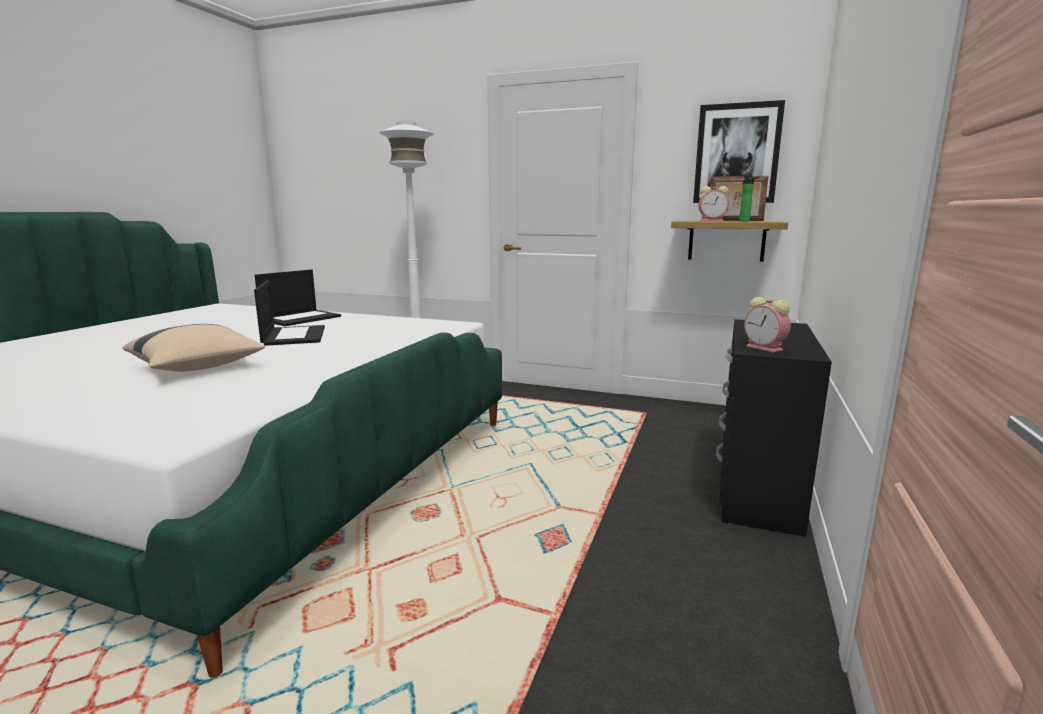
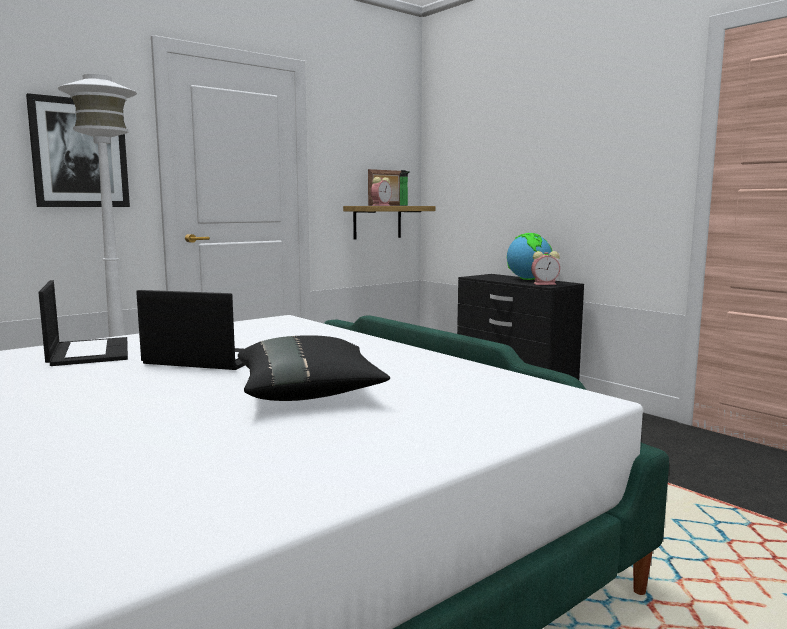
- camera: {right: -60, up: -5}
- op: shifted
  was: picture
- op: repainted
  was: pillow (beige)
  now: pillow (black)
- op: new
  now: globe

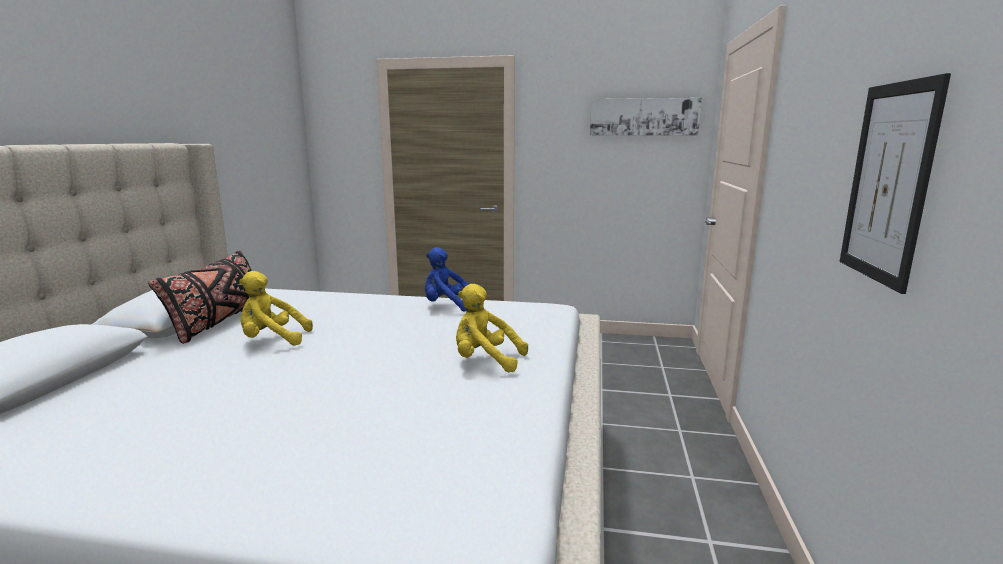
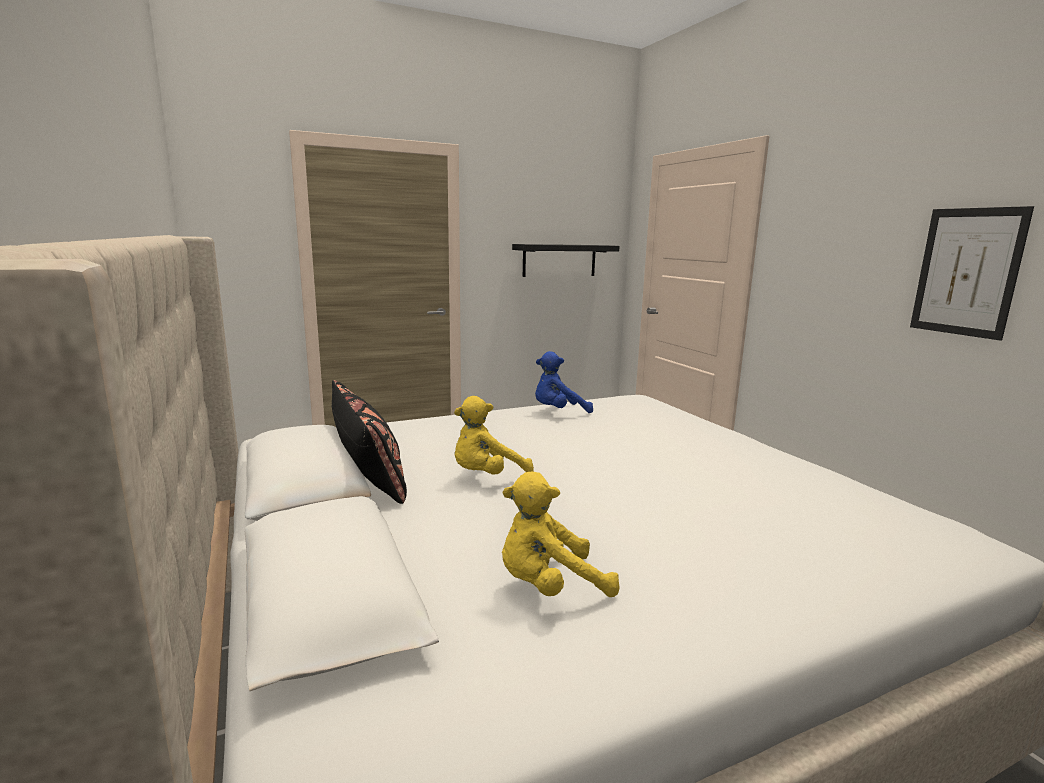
- camera: {right: -35, up: 0}
- op: shifted
  was: plush toy (yellow) (no. 2 from left)
- op: new
  now: shelf (black)
- op: gone
  was: picture (no. 1 from left)

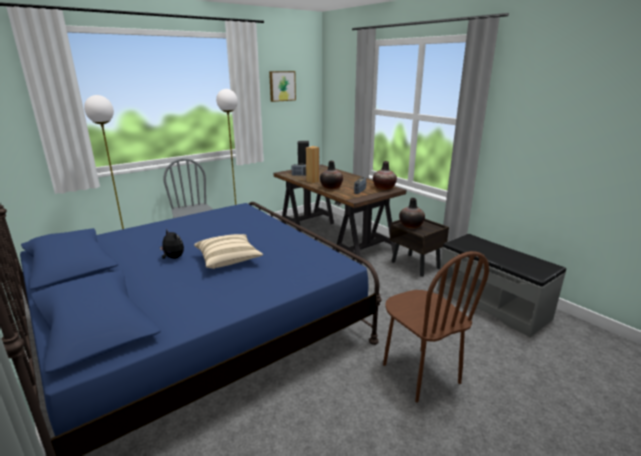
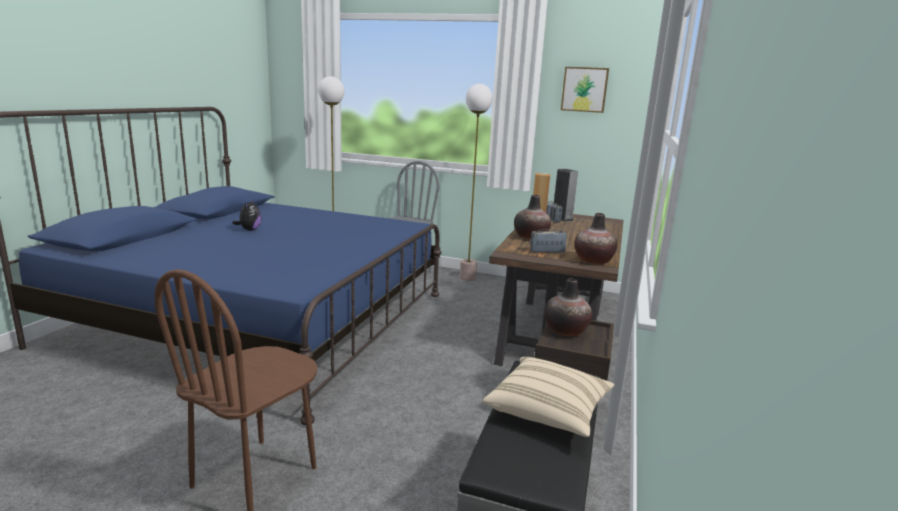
- camera: {right: 55, up: -5}
- op: shifted
  was: pillow (beige)

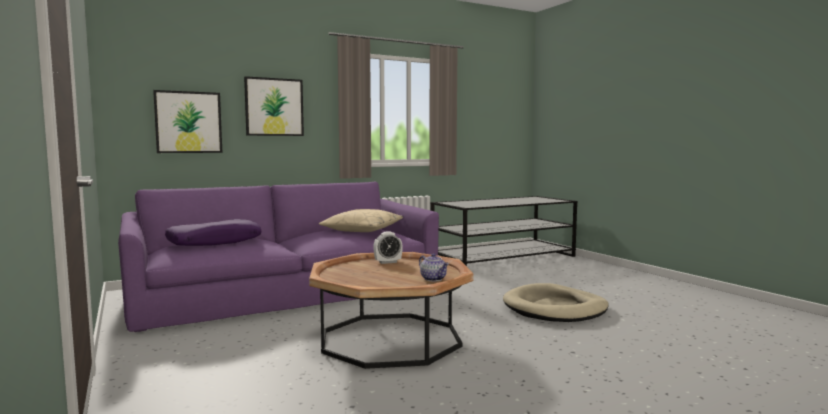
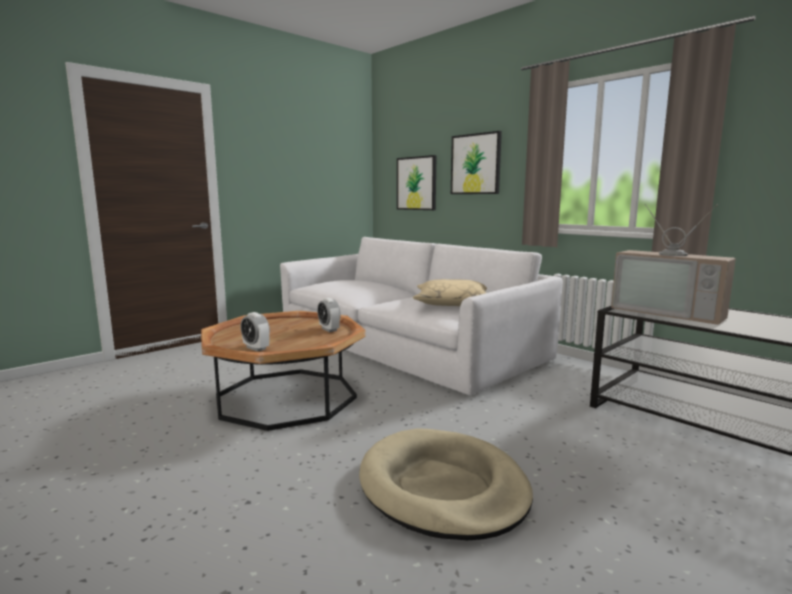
- camera: {right: 75, up: 5}
- op: swapped
  was: teapot
  now: alarm clock (no. 1 from left)
- op: repainted
  was: sofa (purple)
  now: sofa (white)
- op: new
  now: television
- op: gone
  was: pillow (purple)

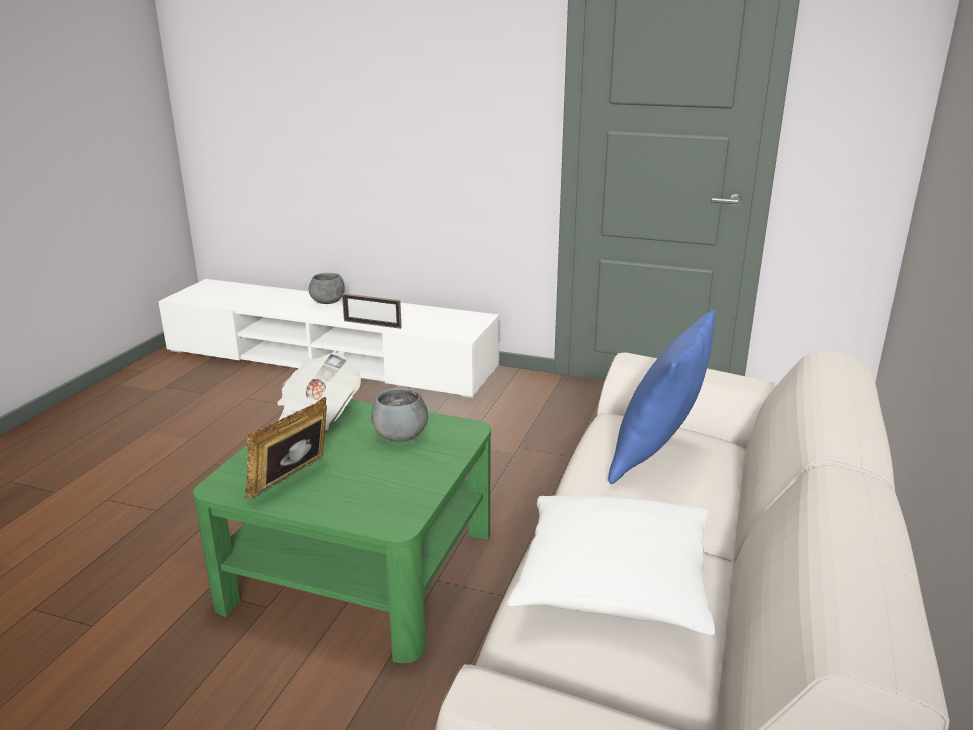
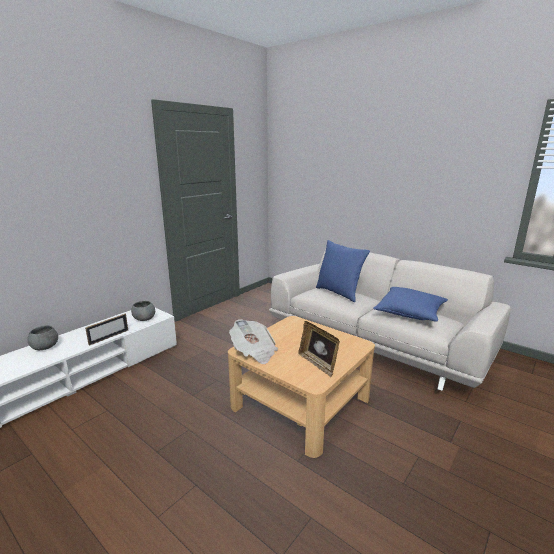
- camera: {right: -70, up: -5}
- op: shifted
  was: bowl (grey) (no. 2 from left)
- op: repainted
  was: coffee table (green)
  now: coffee table (beige)
- op: repainted
  was: pillow (white)
  now: pillow (blue) (no. 2 from left)

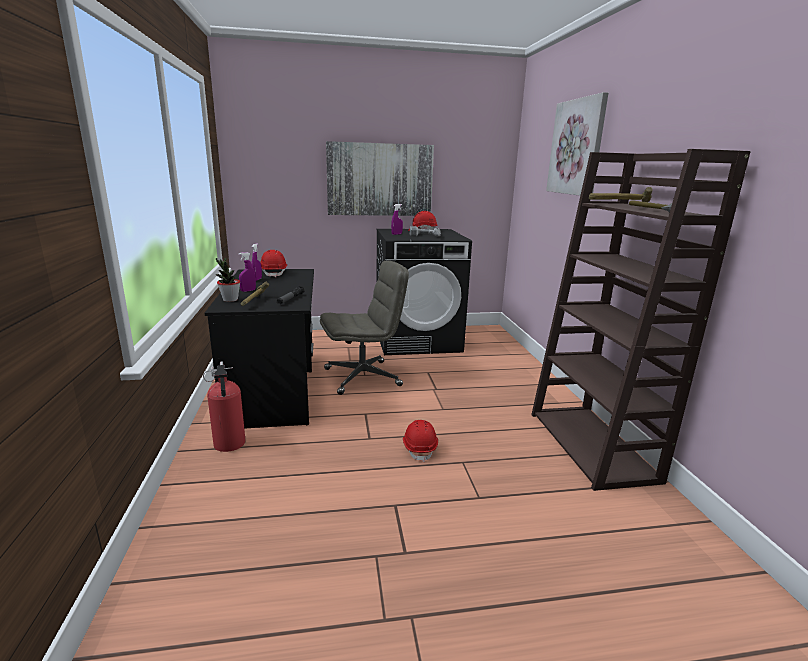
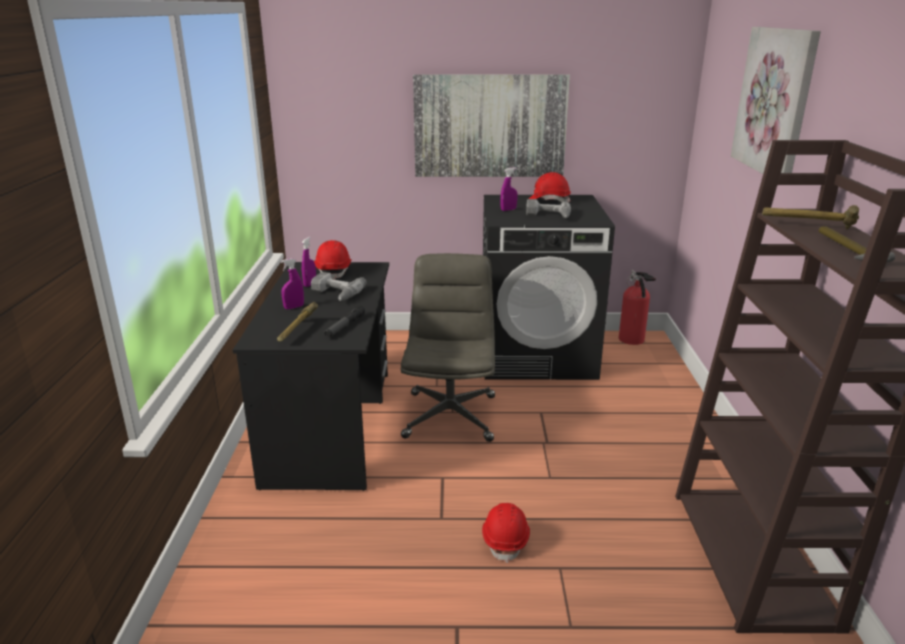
- camera: {right: 10, up: 5}
- op: new
  now: power drill (no. 1 from left)
- op: rotated
  was: office chair (grey)
  clockwise: -75
- op: shifted
  was: fire extinguisher
- op: gone
  was: potted plant

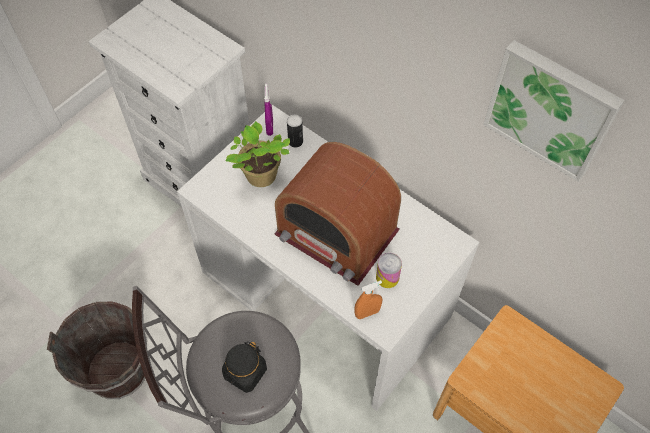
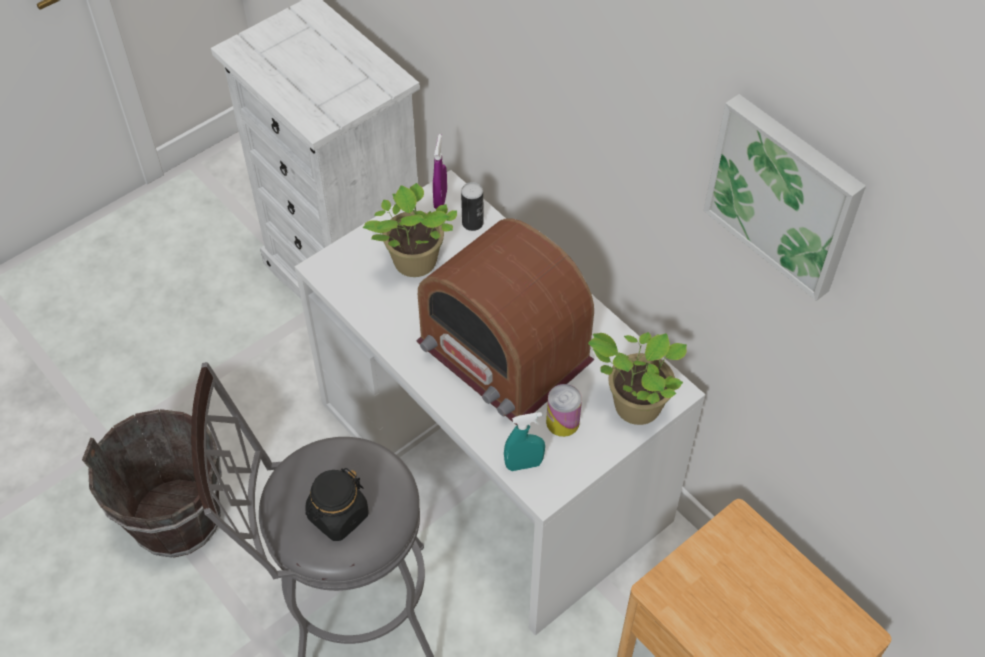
- camera: {right: 10, up: -5}
- op: repainted
  was: spray bottle (orange)
  now: spray bottle (turquoise)
- op: new
  now: potted plant (no. 2 from left)

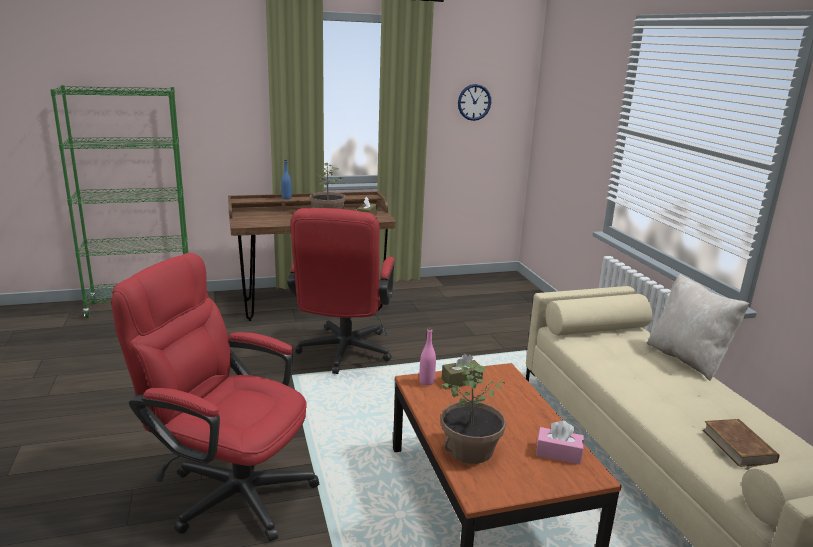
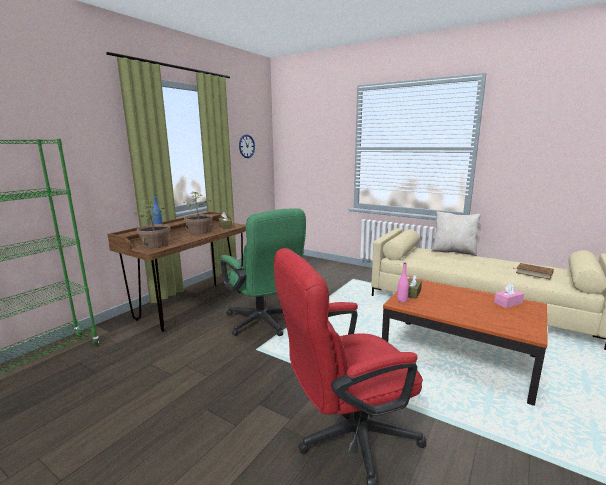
- camera: {right: -40, up: -5}
- op: shifted
  was: potted plant (no. 2 from left in the first image)
  now: potted plant (no. 1 from left)
- op: repainted
  was: office chair (red) (no. 2 from left)
  now: office chair (green)

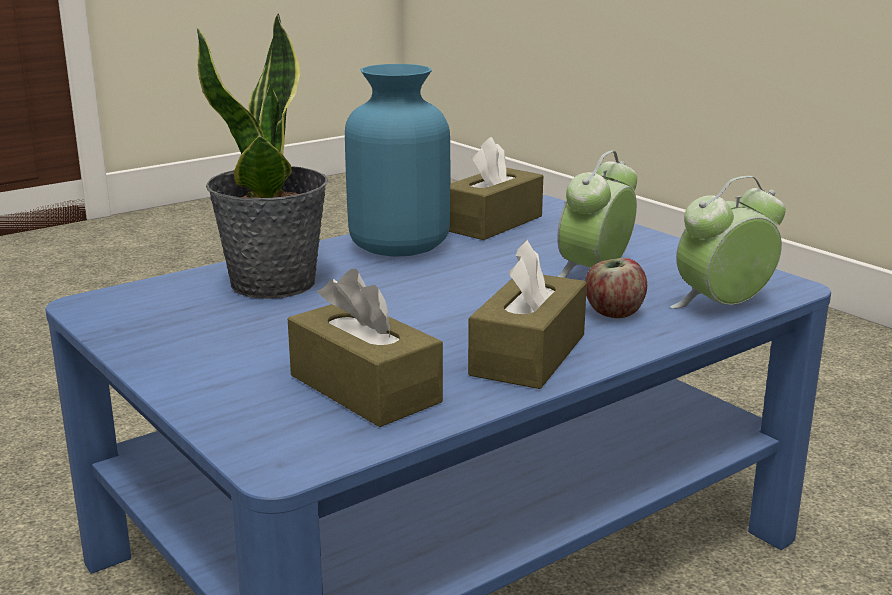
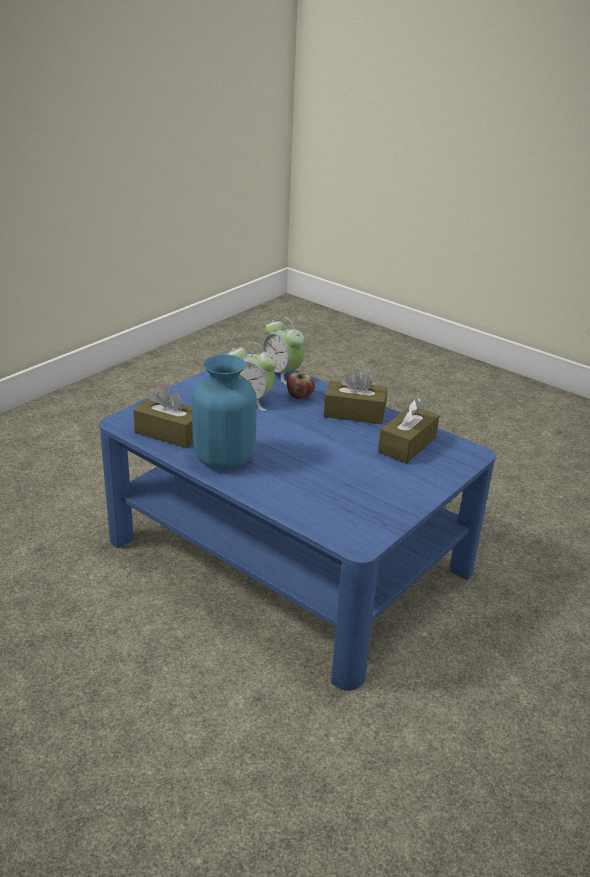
- camera: {right: -105, up: 10}
- op: gone
  was: potted plant

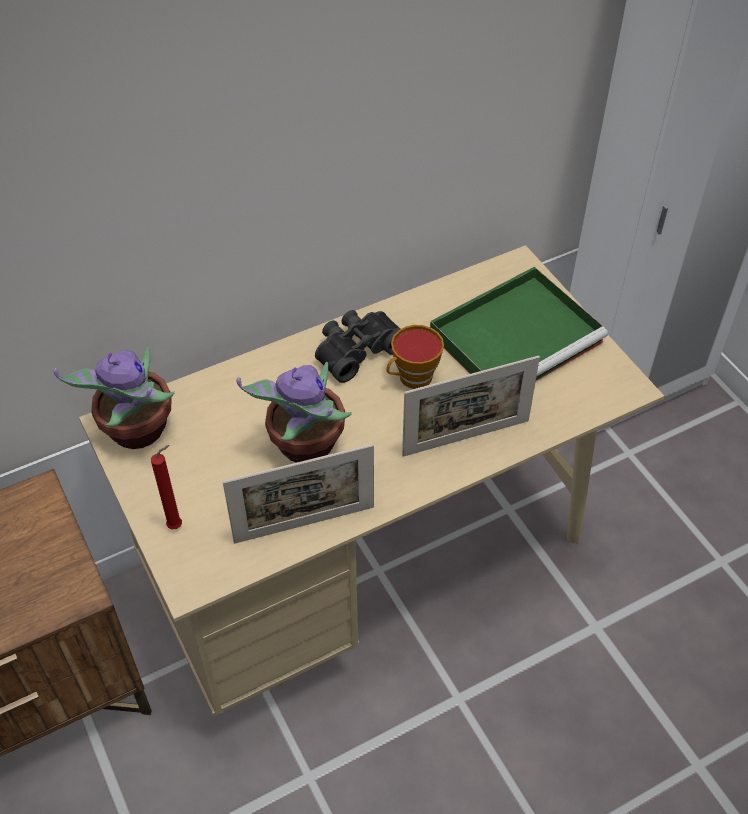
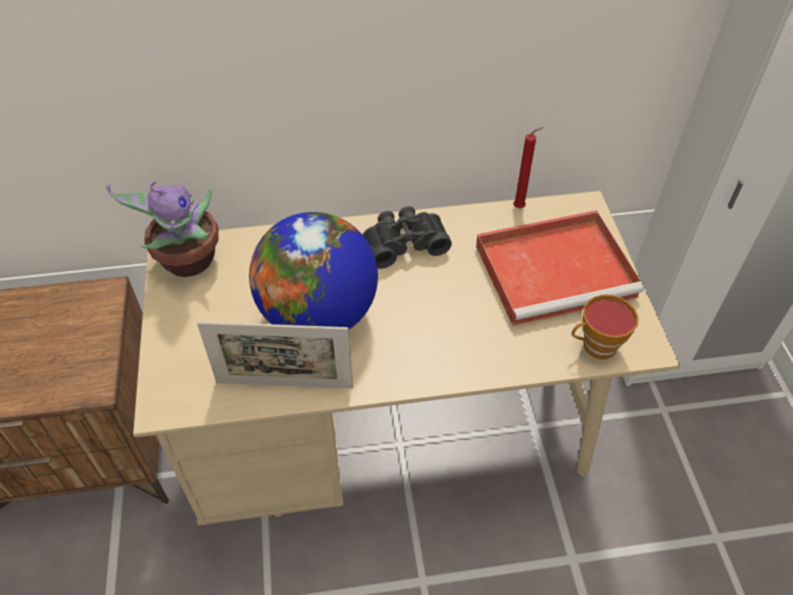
- camera: {right: 20, up: 0}
- op: swapped
  was: potted plant (no. 2 from left)
  now: globe
- op: repainted
  was: tray (green)
  now: tray (red)
- op: shifted
  was: candle (red)
- op: shifted
  was: cup
- op: gone
  was: picture frame (no. 2 from left)

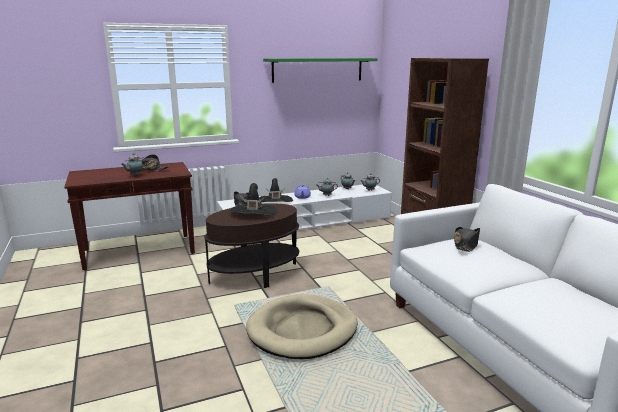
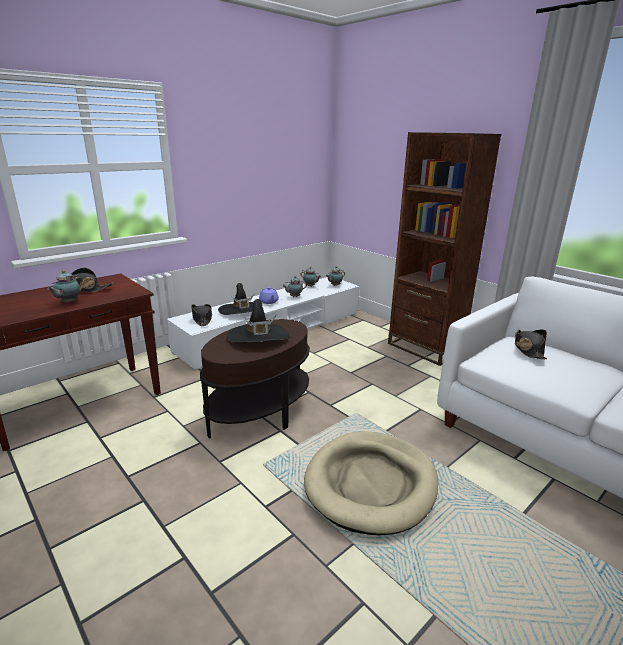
- camera: {right: -20, up: 5}
- op: gone
  was: shelf (green)

